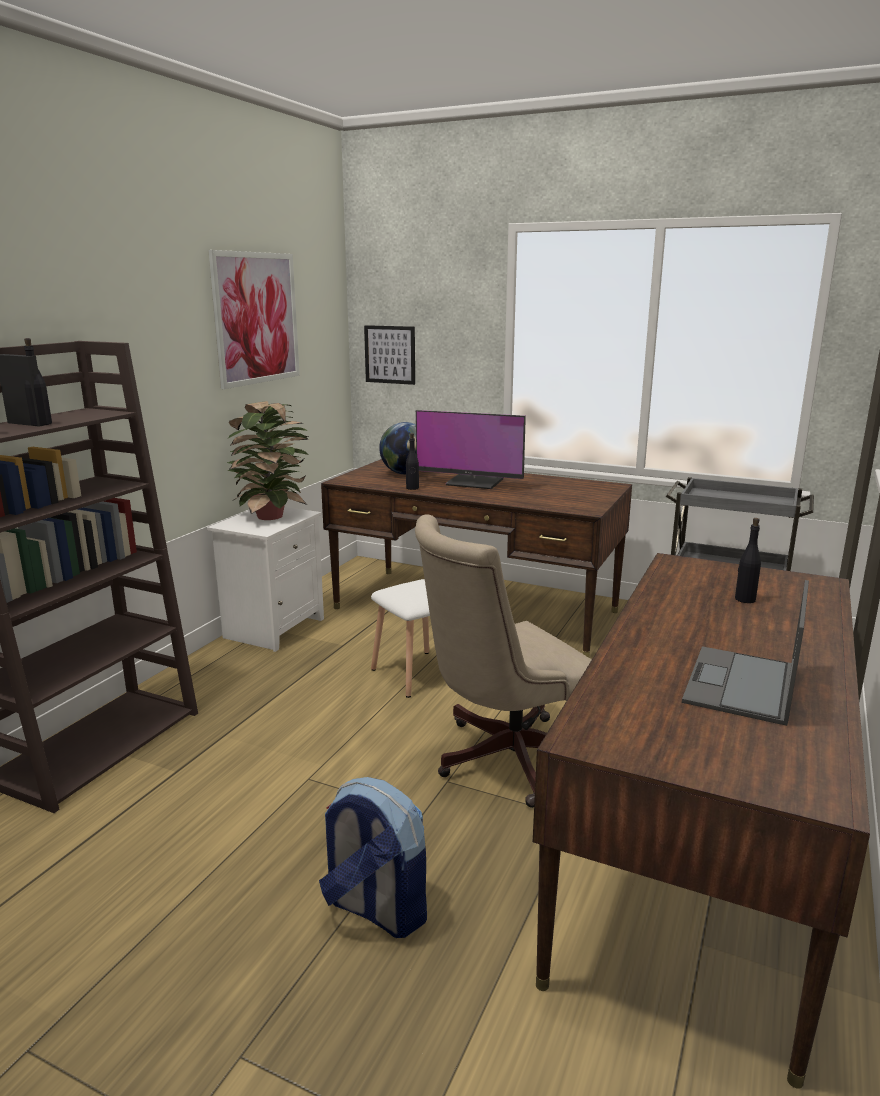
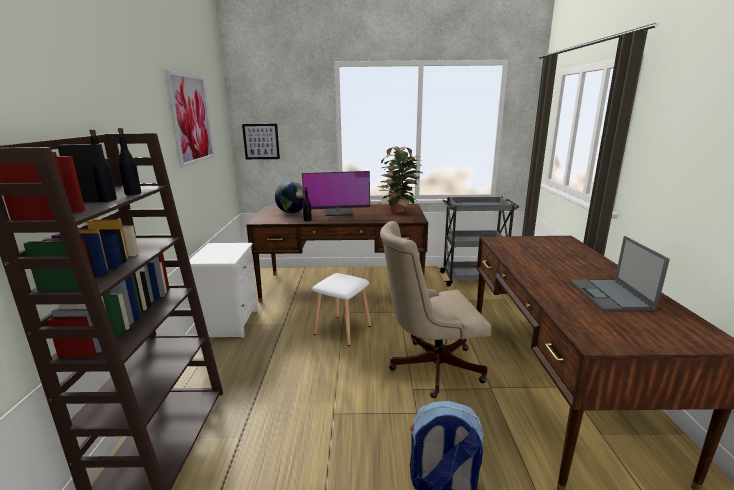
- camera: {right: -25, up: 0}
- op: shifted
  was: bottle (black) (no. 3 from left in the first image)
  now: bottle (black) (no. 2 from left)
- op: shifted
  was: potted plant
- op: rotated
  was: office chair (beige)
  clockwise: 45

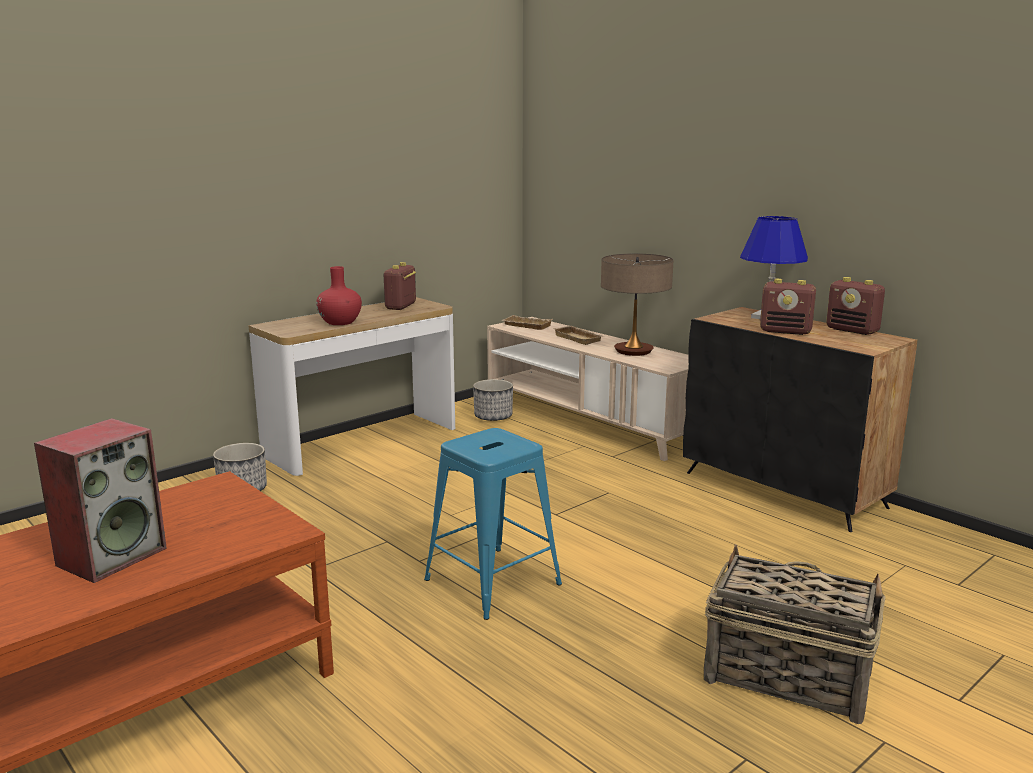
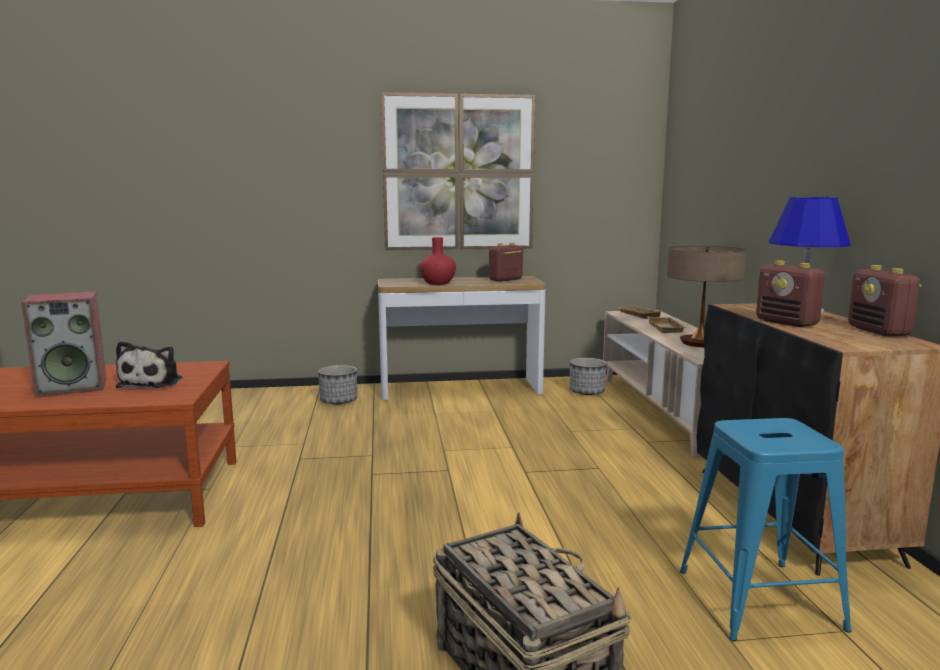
- camera: {right: 35, up: -5}
- op: new
  now: plush toy
- op: new
  now: picture
- op: shifted
  was: stool (blue)

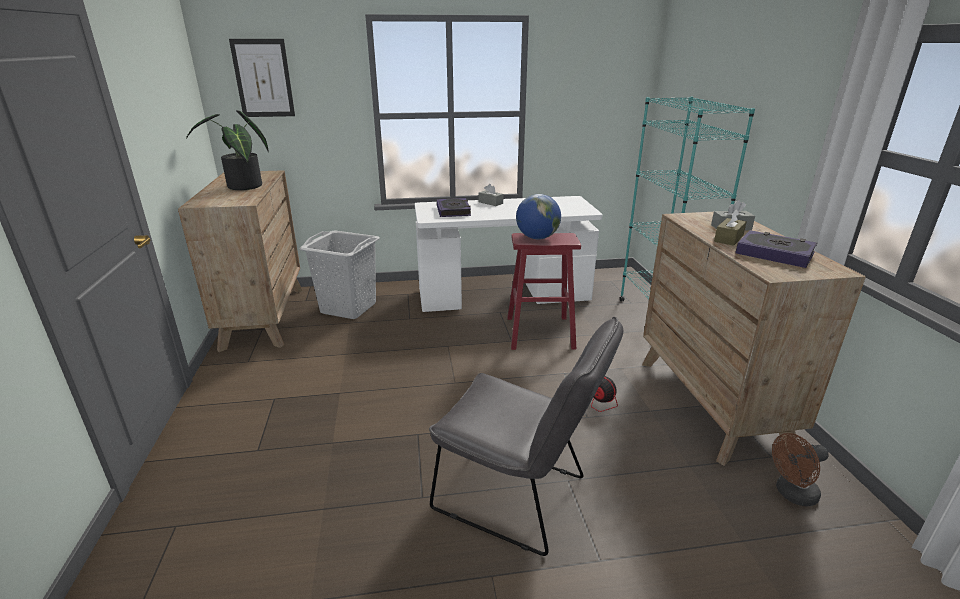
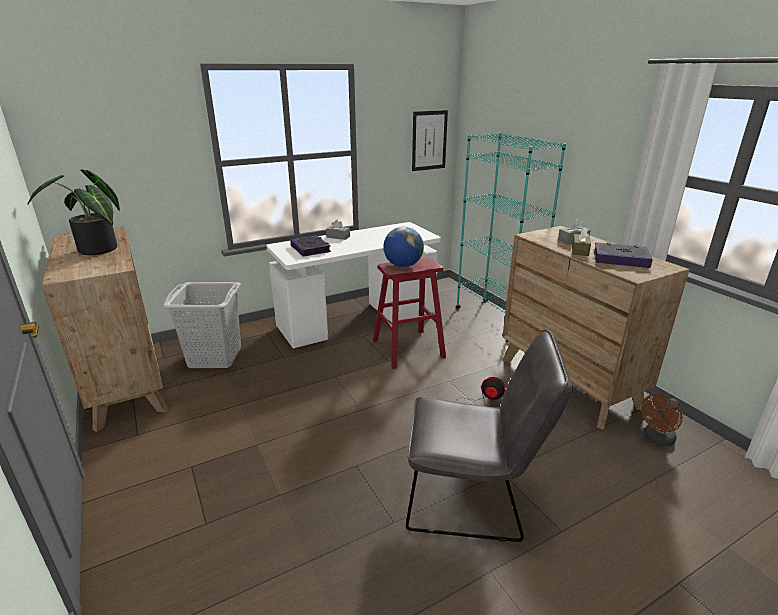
- camera: {right: -20, up: 0}
- op: shifted
  was: picture

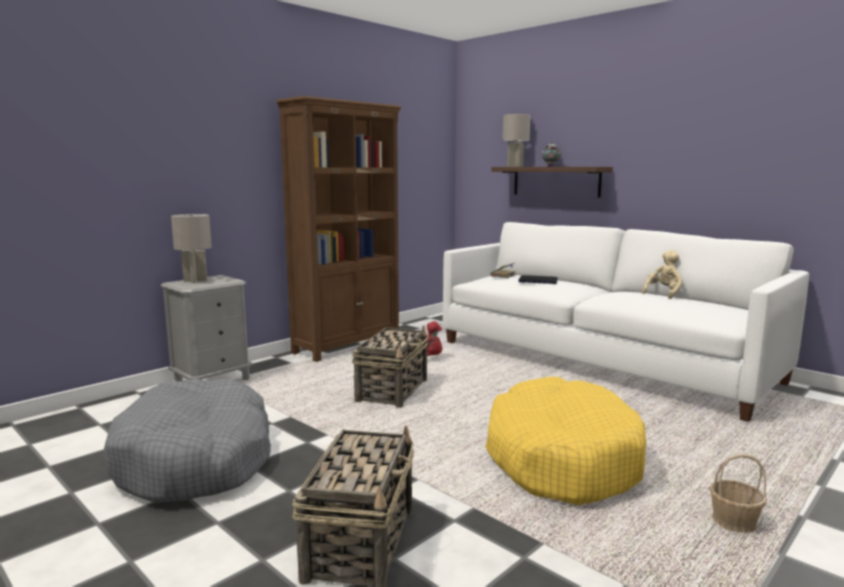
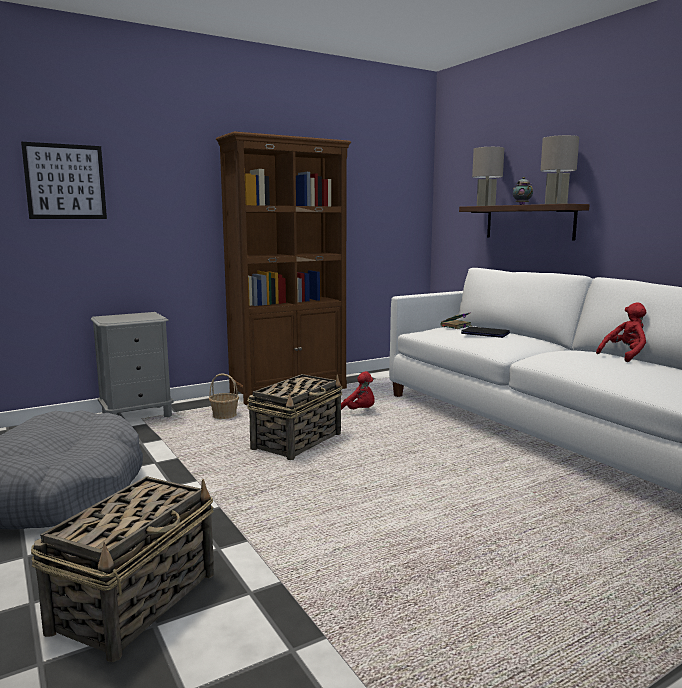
- camera: {right: 15, up: 0}
- op: new
  now: picture
- op: shifted
  was: basket (no. 3 from left in the first image)
  now: basket (no. 2 from left)
- op: shifted
  was: table lamp (grey) (no. 1 from left in the first image)
  now: table lamp (grey) (no. 2 from left)
- op: repainted
  was: plush toy (beige)
  now: plush toy (red) (no. 2 from left)
- op: gone
  was: dog bed (yellow)

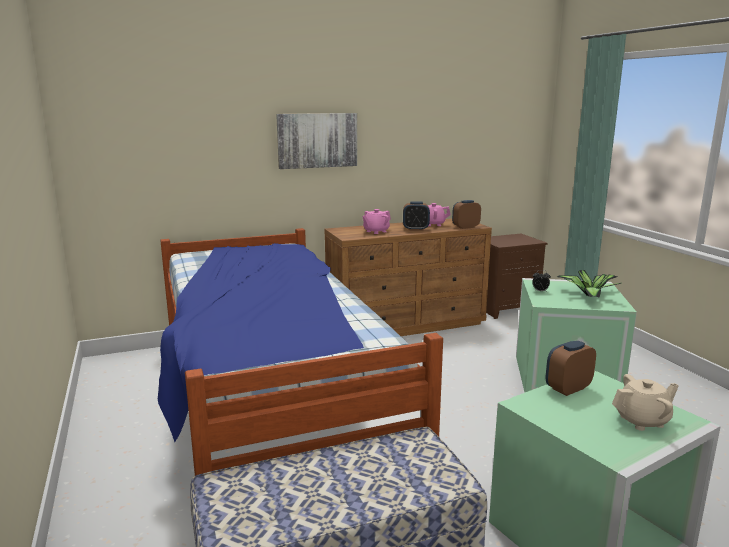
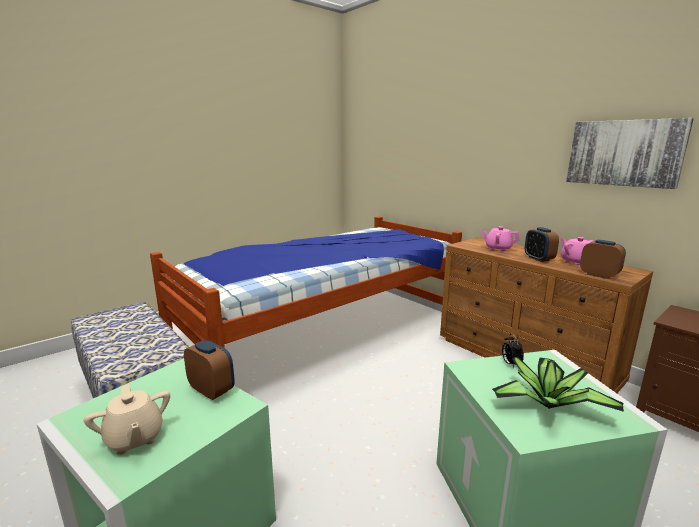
- camera: {right: 70, up: 0}
- op: shifted
  was: picture

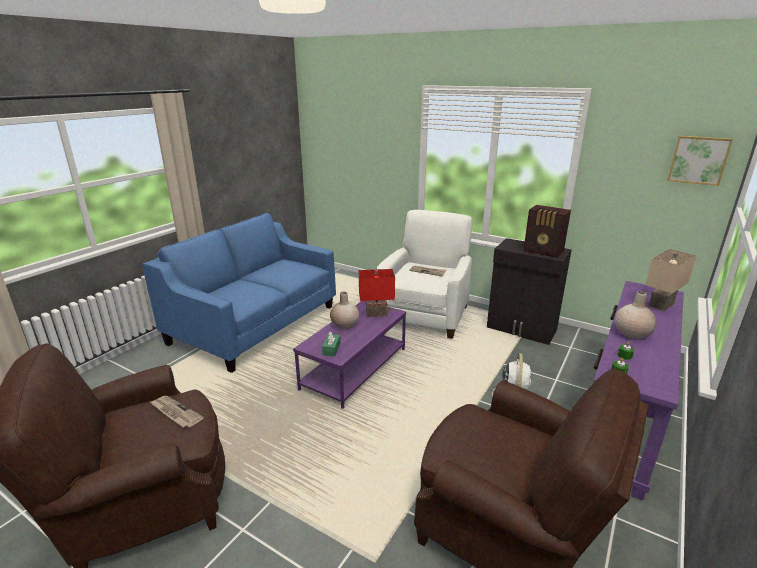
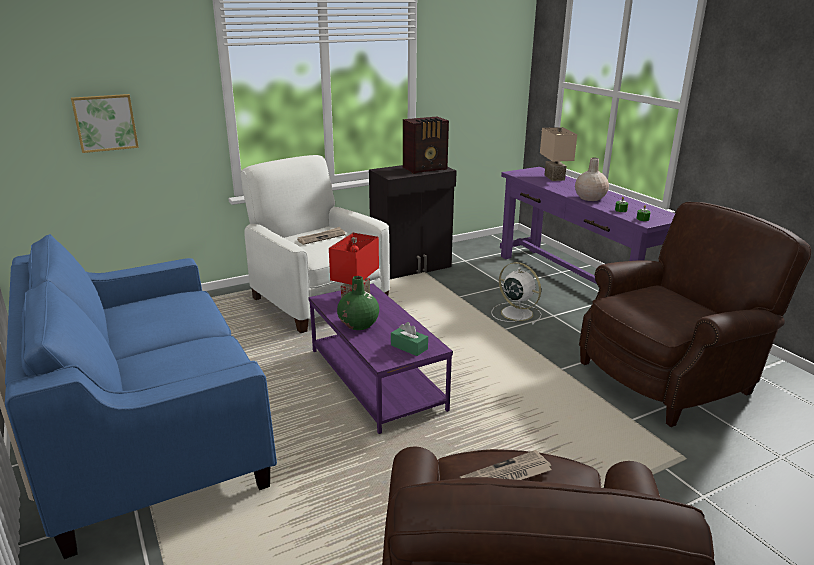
- camera: {right: -60, up: 0}
- op: shifted
  was: picture
- op: repainted
  was: vase (beige) (no. 1 from left)
  now: vase (green)

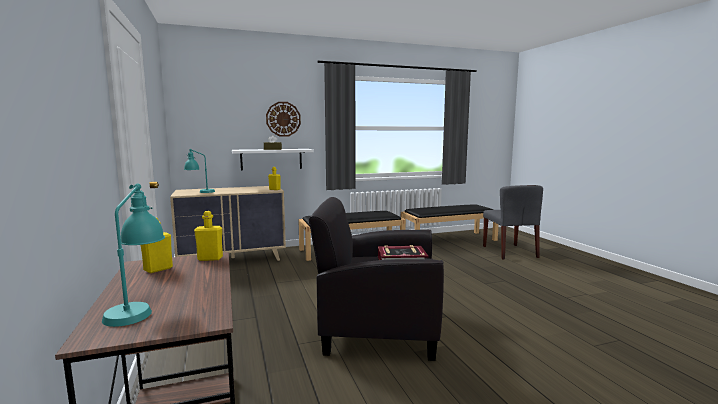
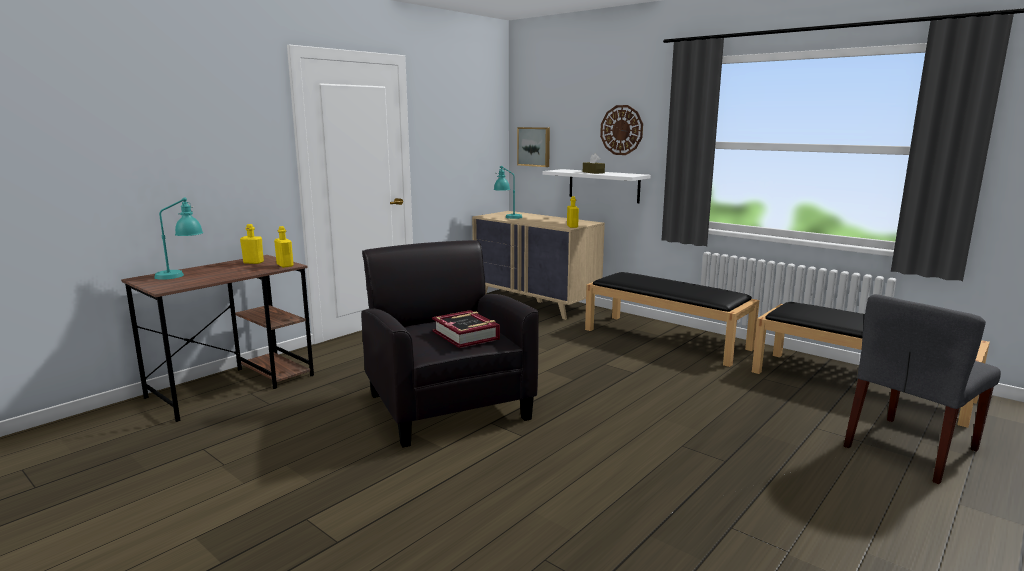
- camera: {right: 60, up: 5}
- op: new
  now: picture

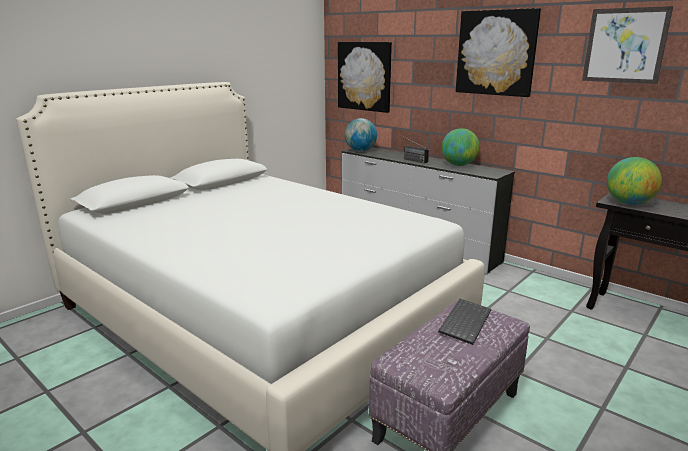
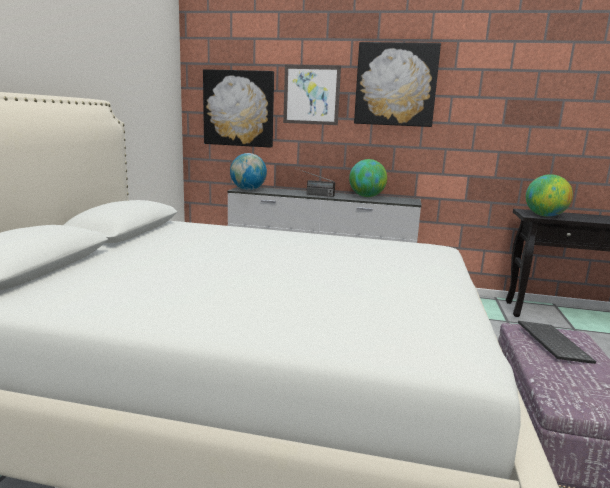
- camera: {right: -30, up: -5}
- op: shifted
  was: picture (no. 3 from left in the first image)
  now: picture (no. 2 from left)

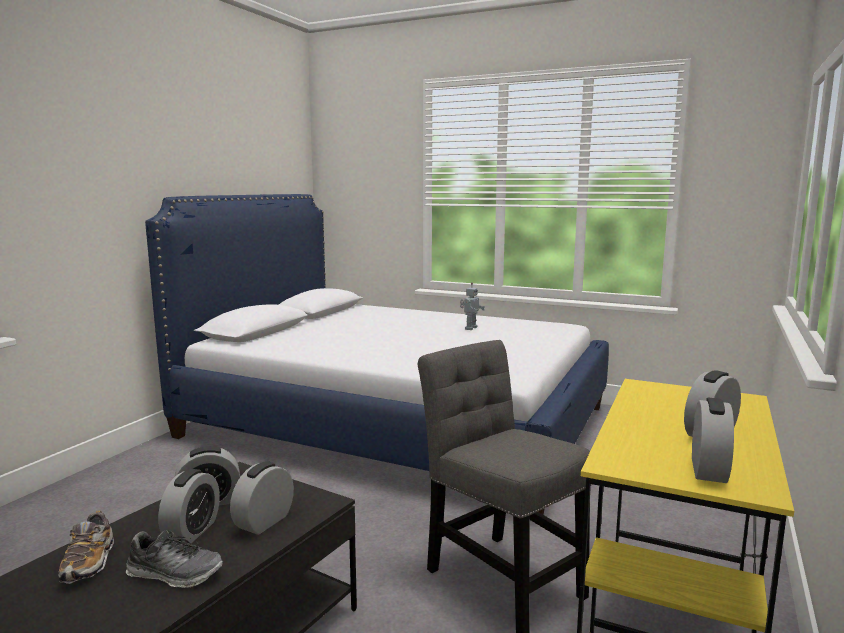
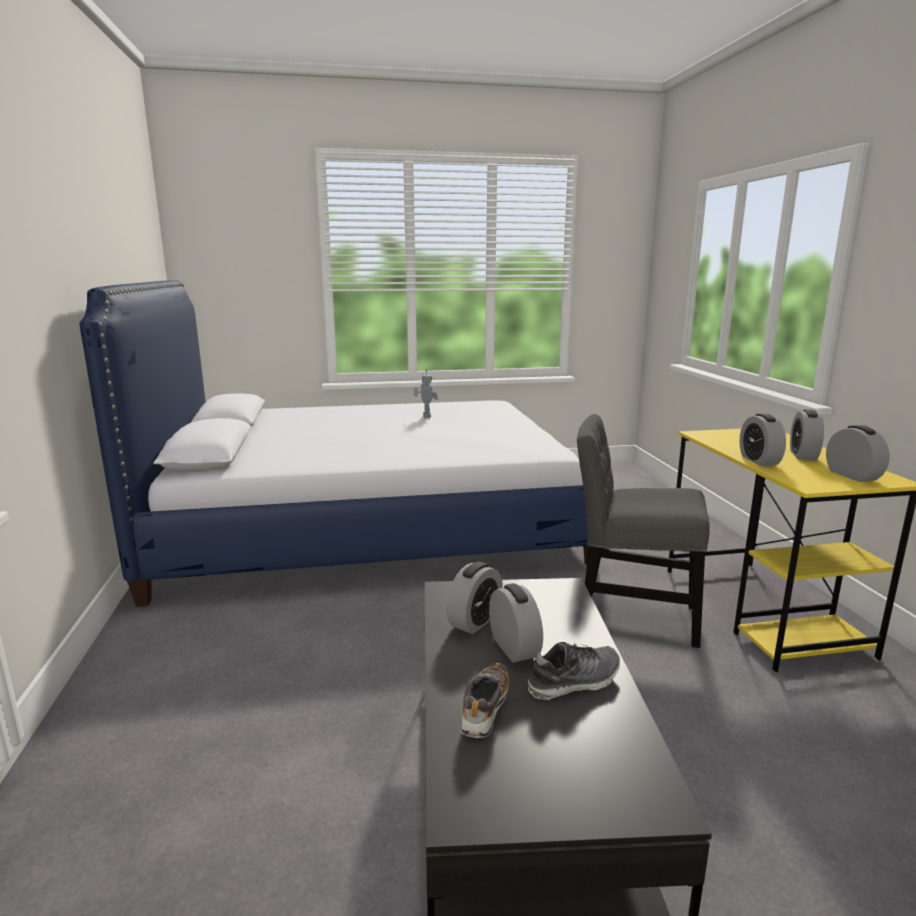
- camera: {right: -35, up: 5}
- op: rotated
  was: shoe (no. 1 from left)
  clockwise: -120
- op: shifted
  was: alarm clock (no. 3 from left)

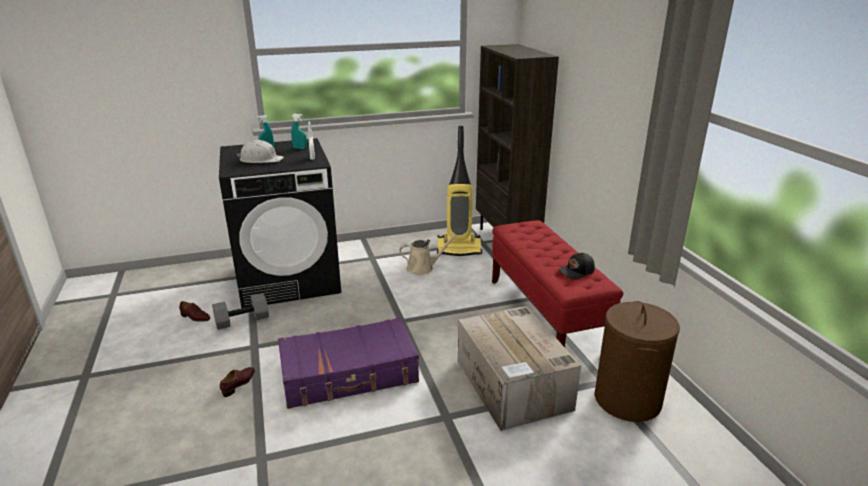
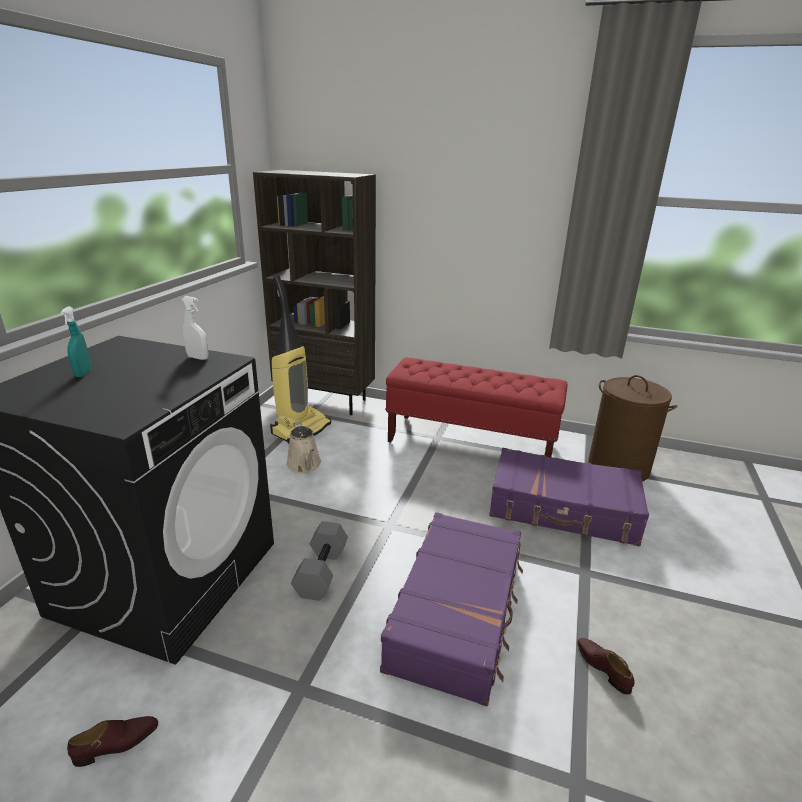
- camera: {right: -55, up: 0}
- op: rotated
  was: watering can (beige)
  clockwise: 135
- op: shifted
  was: dumbbell (grey)
- op: swapped
  was: cardboard box
  now: suitcase (purple) (no. 2 from left)
- op: shifted
  was: shoe (brown) (no. 2 from left)
- op: gone
  was: hard hat (white)
- op: gone
  was: spray bottle (turquoise) (no. 2 from left)
- op: gone
  was: cap (black)

